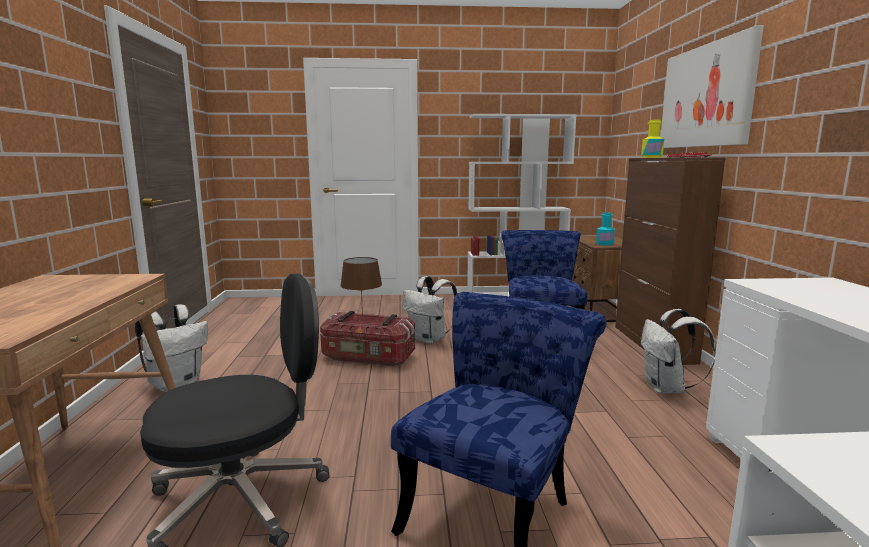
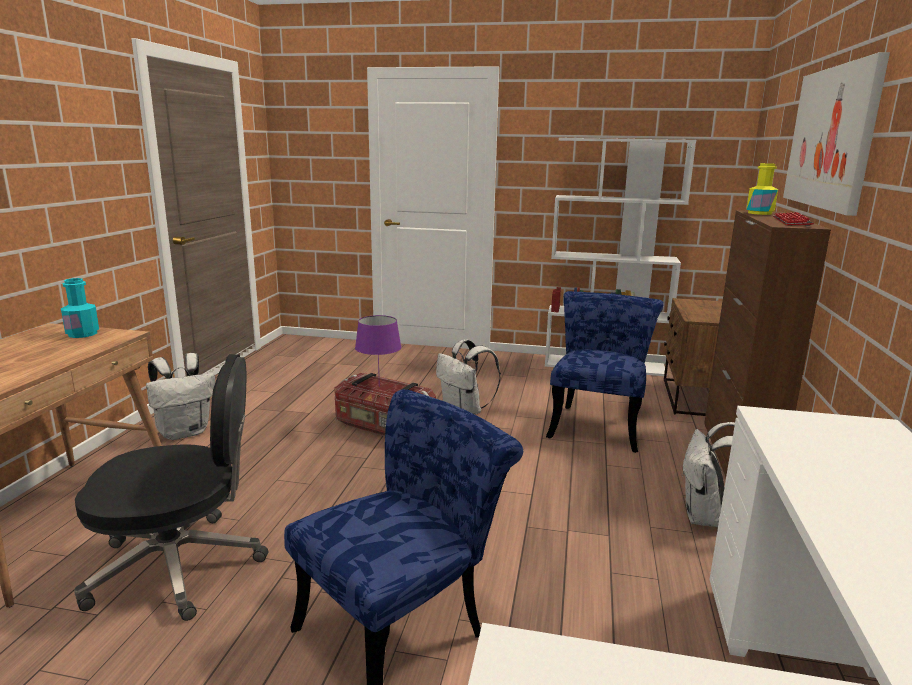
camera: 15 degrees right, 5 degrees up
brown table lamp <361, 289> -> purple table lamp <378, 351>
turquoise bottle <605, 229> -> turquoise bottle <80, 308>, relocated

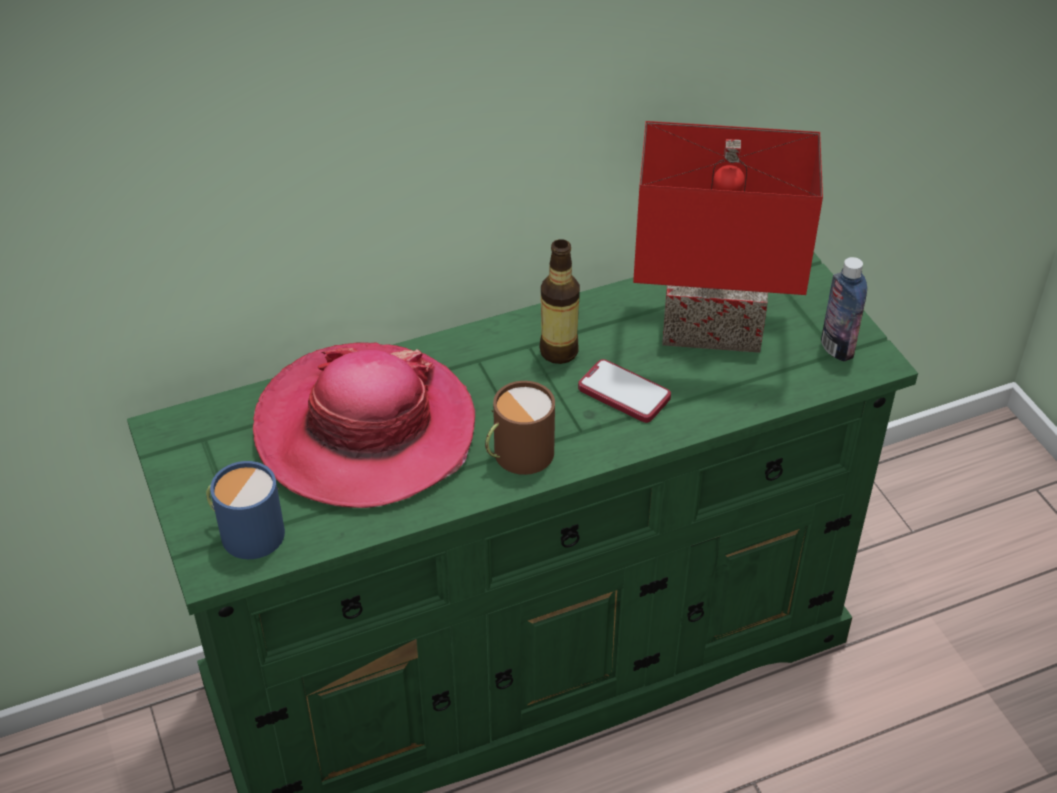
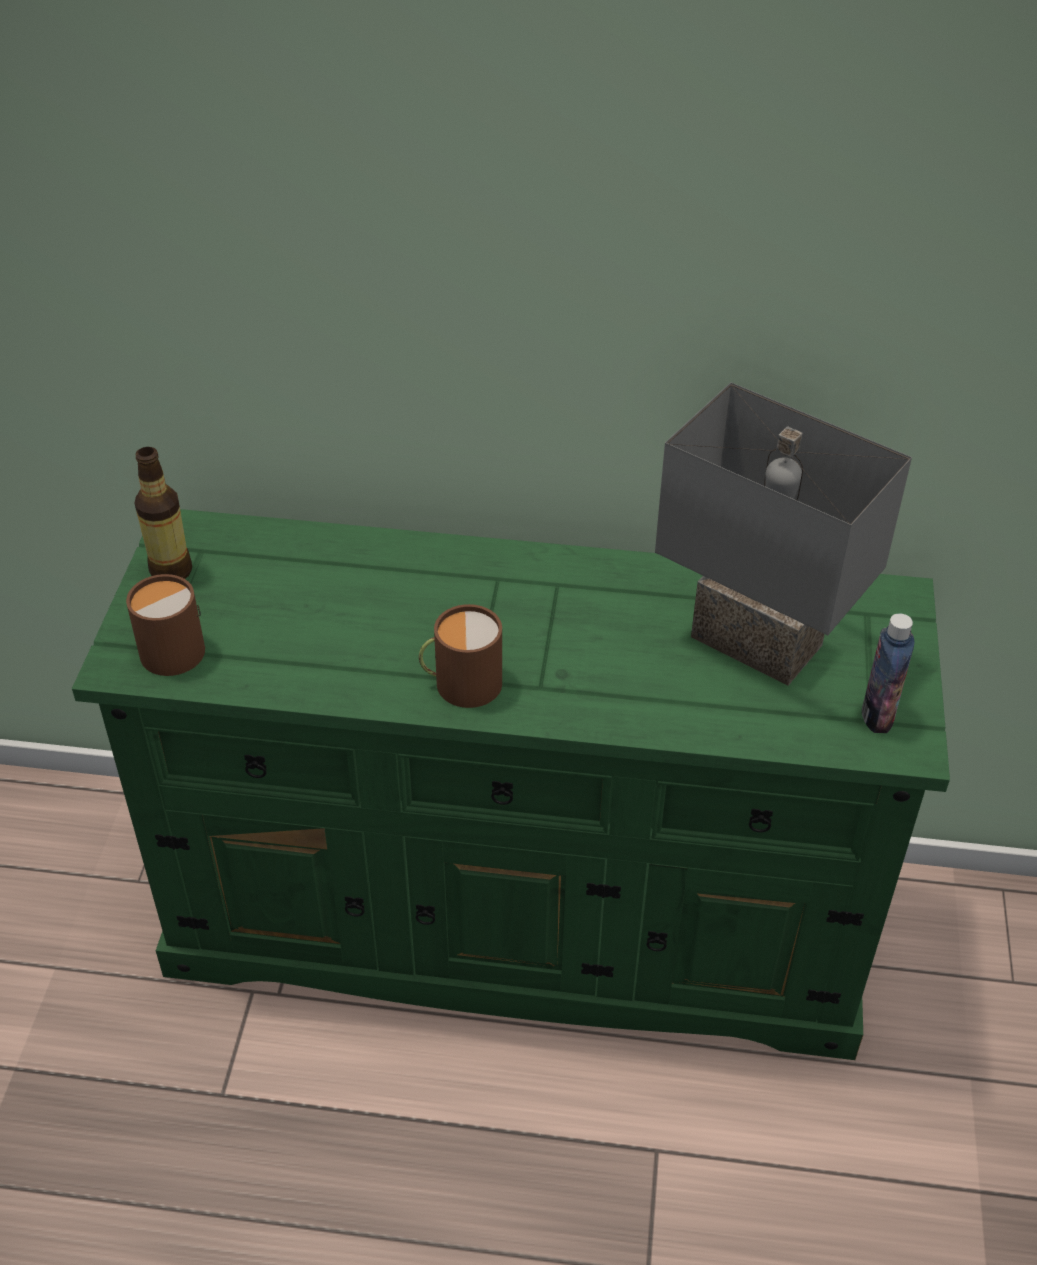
camera: 30 degrees right, 0 degrees up
blue mug <245, 510> -> brown mug <165, 625>
hat <364, 425> -> none
bottle <560, 301> -> bottle <163, 513>, relocated
phone <624, 391> -> none
red table lamp <728, 237> -> grey table lamp <783, 534>

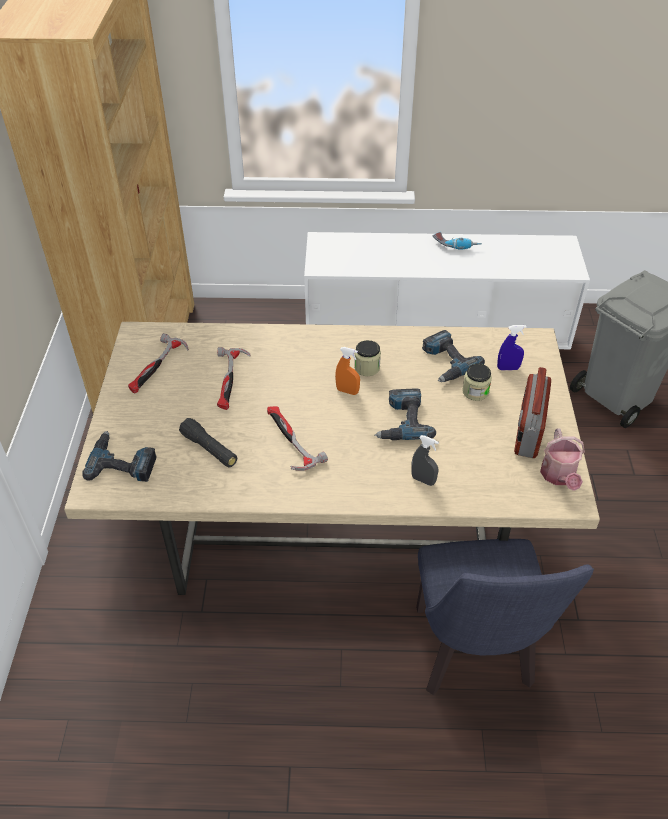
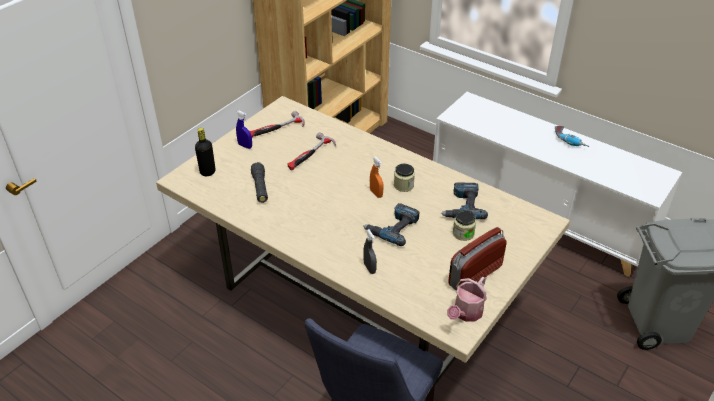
camera: 35 degrees right, 5 degrees down
power drill <119, 456> -> black bottle <205, 152>
hammer <297, 438> -> none
blue spray bottle <512, 347> -> blue spray bottle <244, 130>, relocated

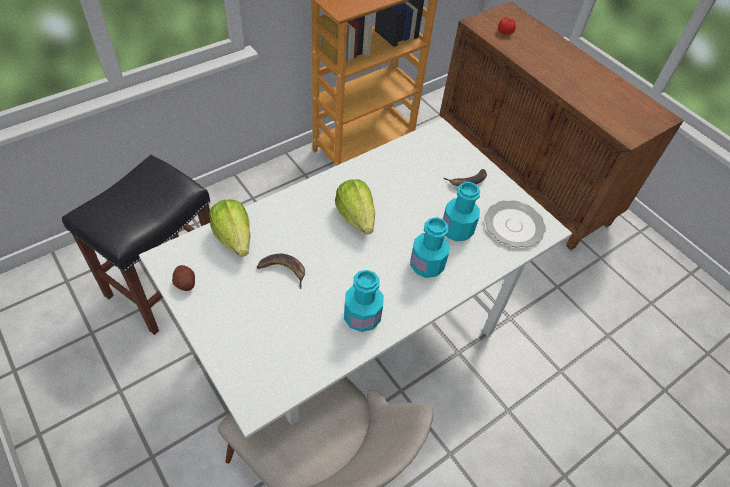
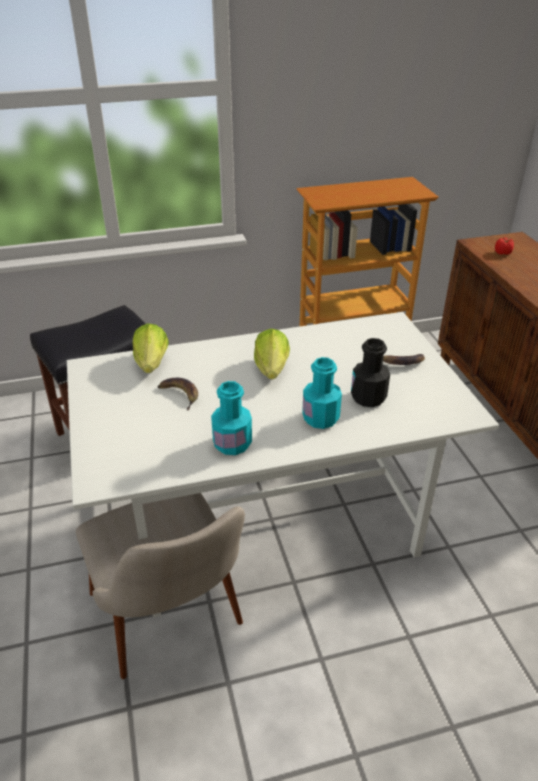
camera: 25 degrees right, 15 degrees down
potato <183, 278> -> none
turquoise bottle <461, 211> -> black bottle <370, 372>
plate <515, 224> -> none

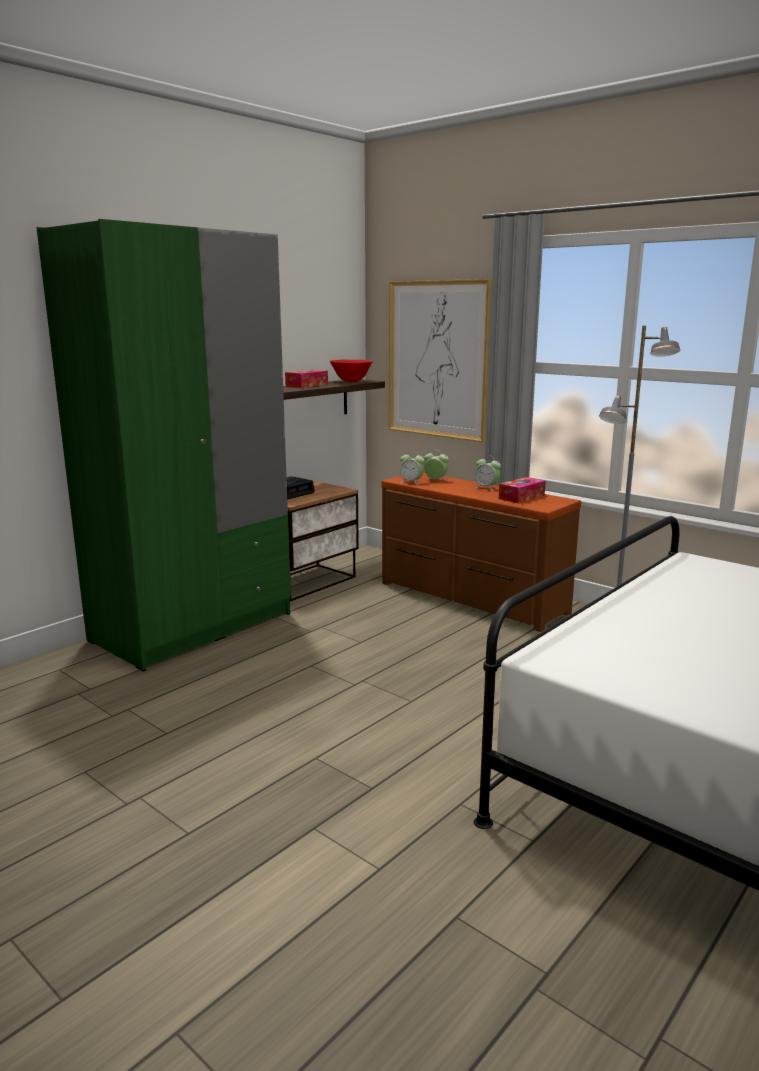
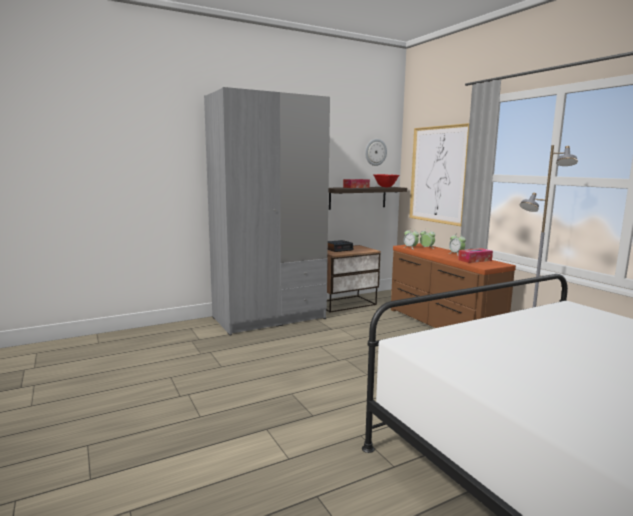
camera: 20 degrees right, 5 degrees down
green wardrobe <163, 445> -> grey wardrobe <267, 211>
none -> wall clock <376, 152>

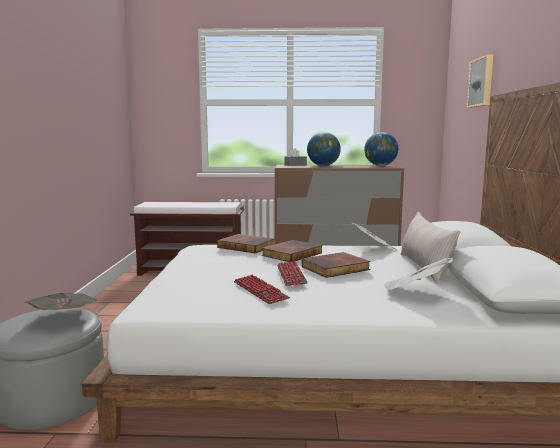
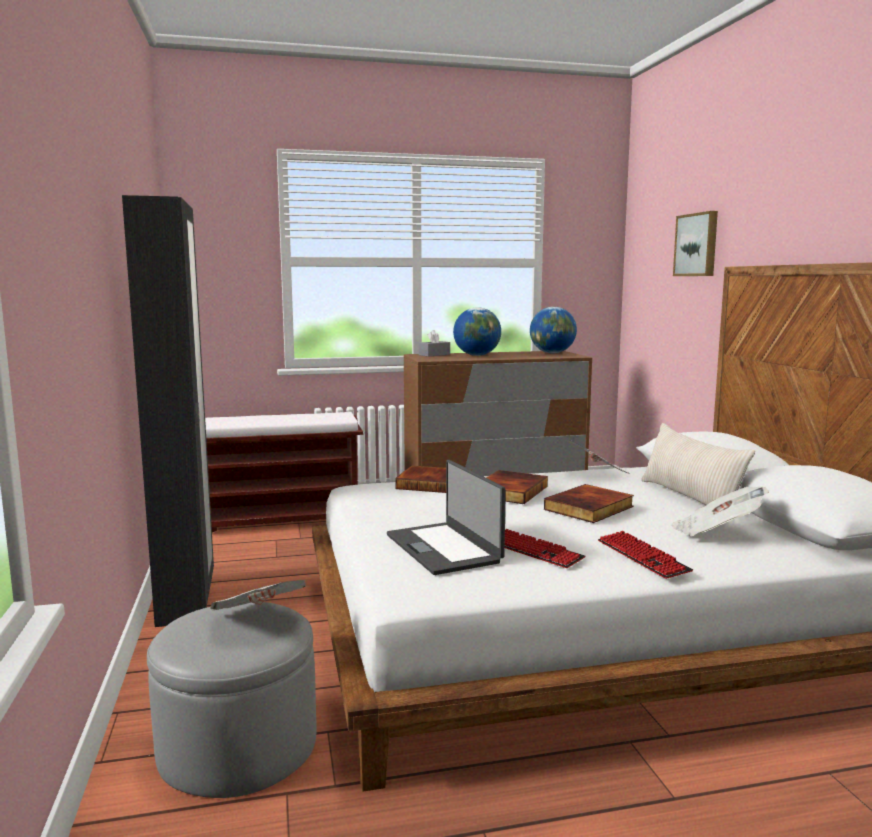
camera: 15 degrees left, 0 degrees up
keyboard <292, 273> -> keyboard <645, 555>, relocated
none -> black wardrobe <168, 411>
none -> laptop <446, 517>

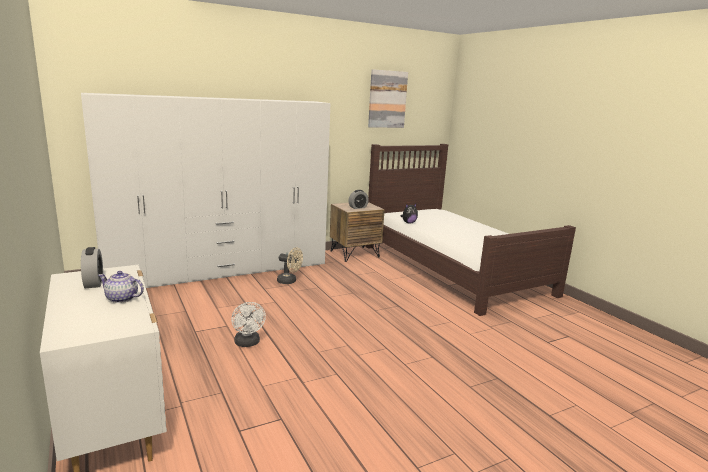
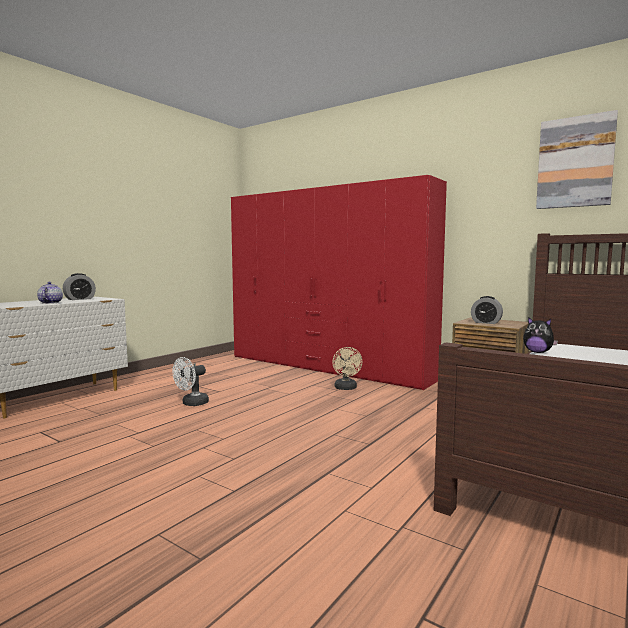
camera: 65 degrees right, 10 degrees down
white wardrobe <205, 190> -> red wardrobe <339, 282>

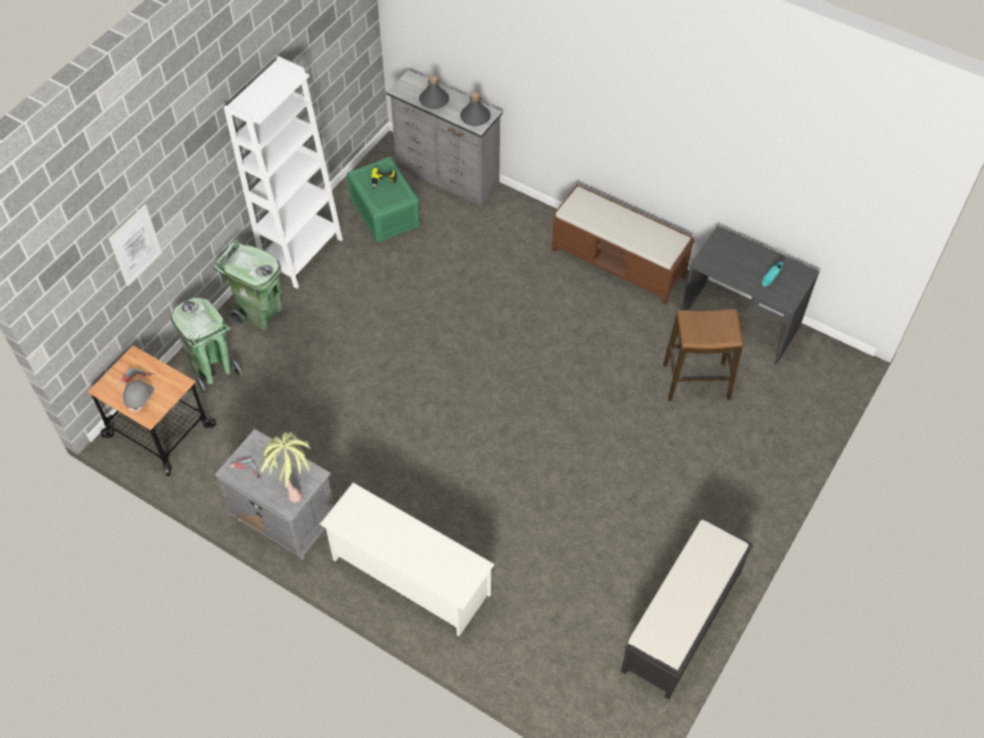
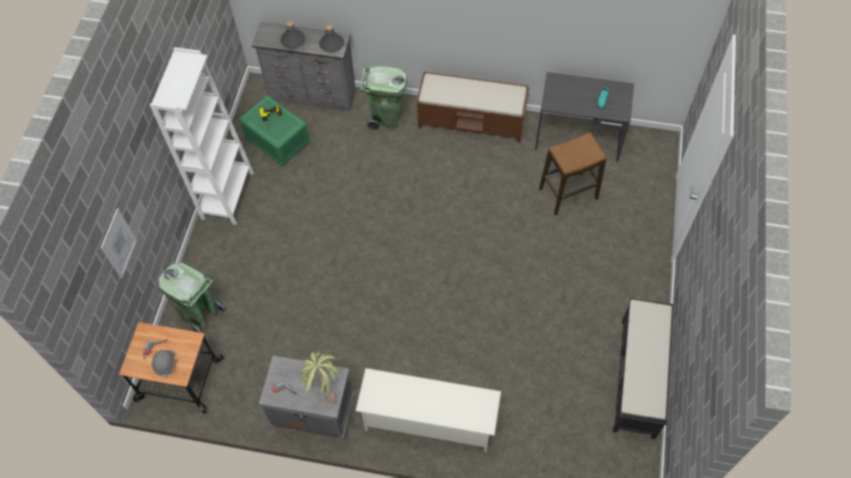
camera: 20 degrees left, 5 degrees up
green trash can <248, 285> -> green trash can <383, 98>, relocated

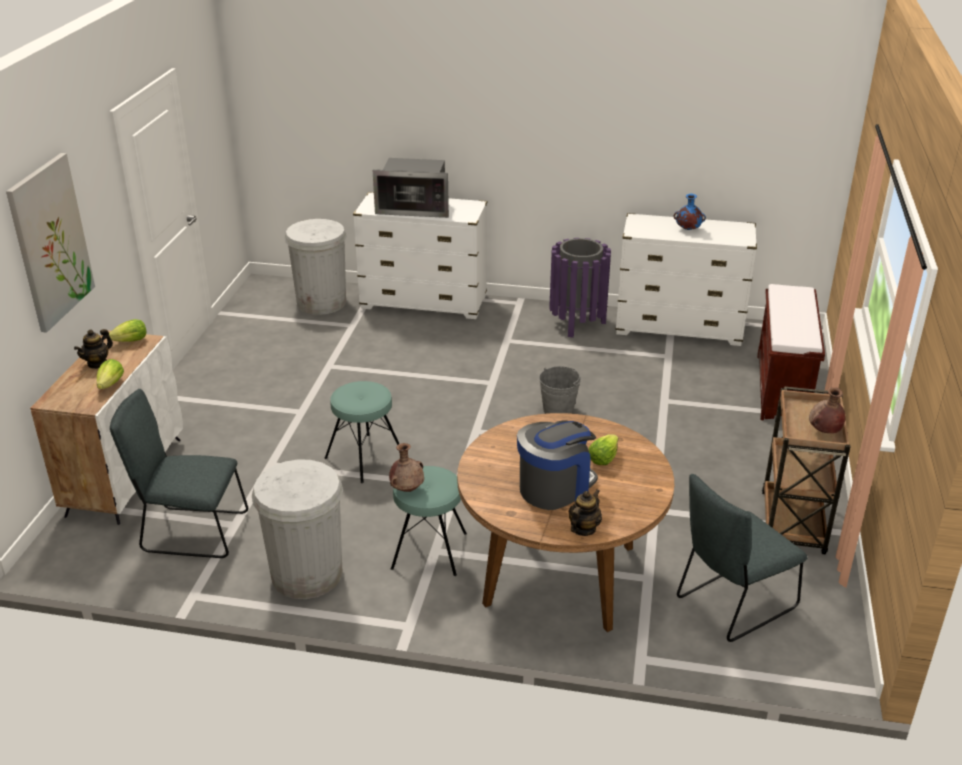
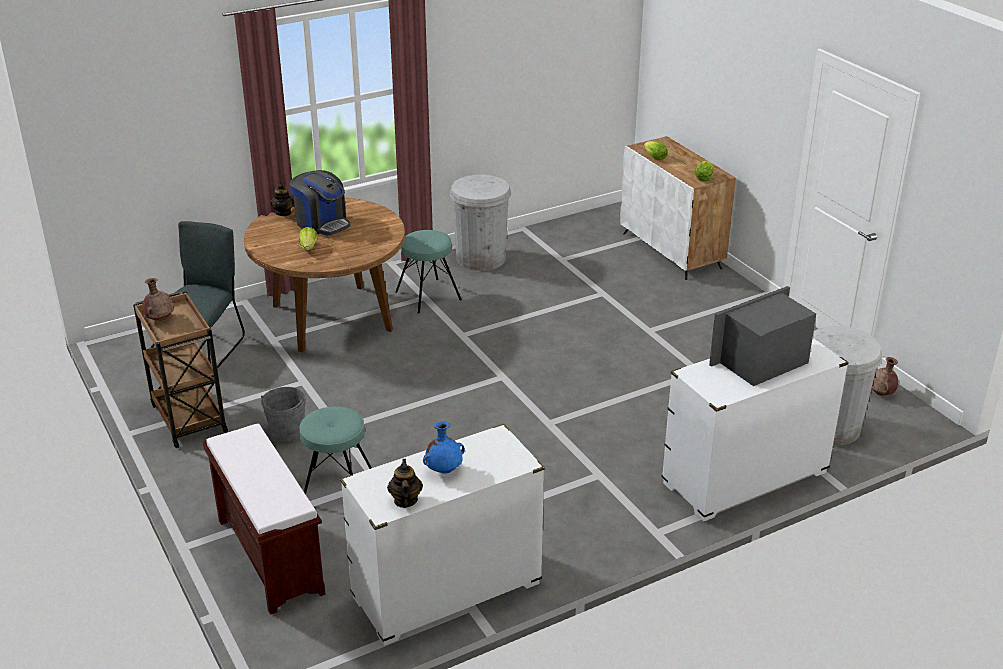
camera: 140 degrees right, 0 degrees up
picture <50, 243> -> none
teapot <93, 349> -> teapot <405, 483>, relocated
grey chair <179, 473> -> none
turquoise stool <361, 432> -> turquoise stool <335, 450>, relocated
brown vase <406, 467> -> brown vase <885, 376>, relocated
coffee machine <557, 465> -> coffee machine <320, 203>, 60 degrees counterclockwise
grey bucket <560, 390> -> grey bucket <283, 414>, relocated
purple trash can <580, 288> -> none

